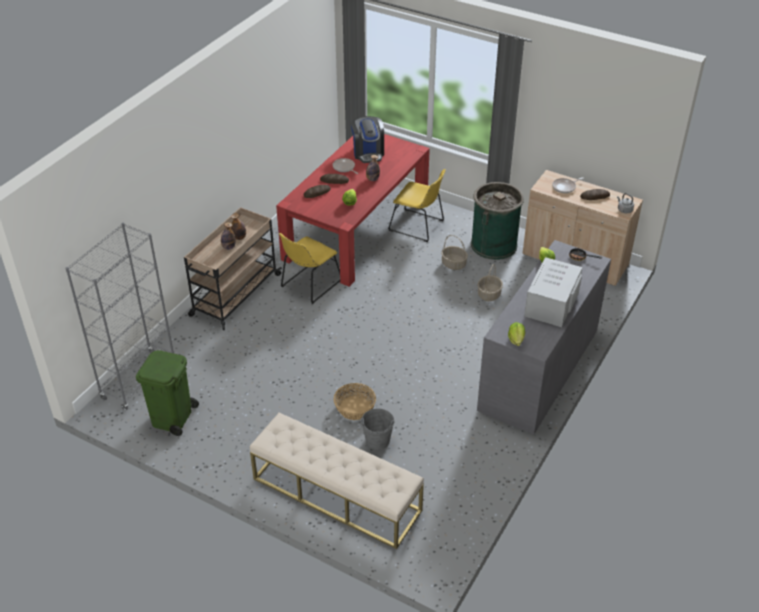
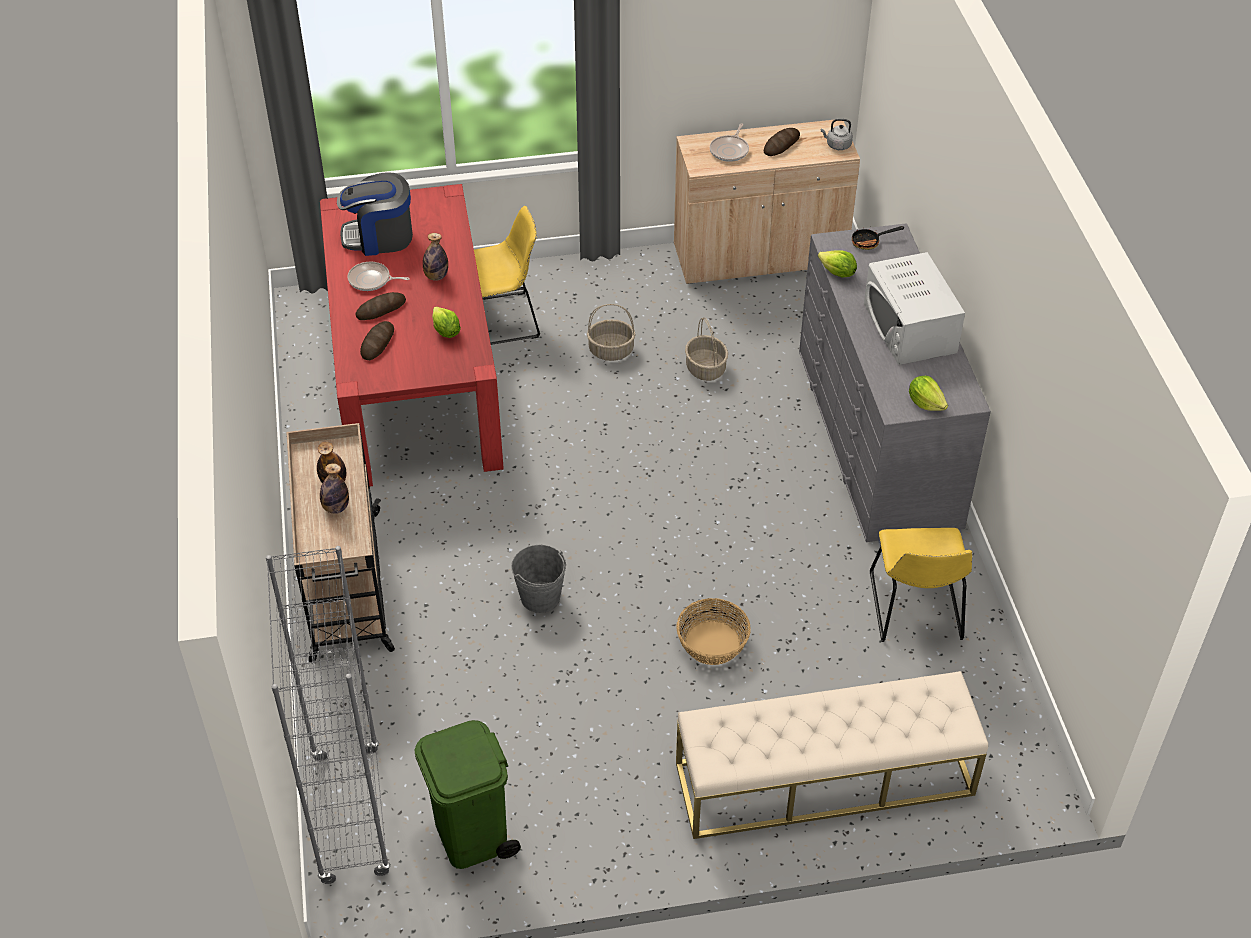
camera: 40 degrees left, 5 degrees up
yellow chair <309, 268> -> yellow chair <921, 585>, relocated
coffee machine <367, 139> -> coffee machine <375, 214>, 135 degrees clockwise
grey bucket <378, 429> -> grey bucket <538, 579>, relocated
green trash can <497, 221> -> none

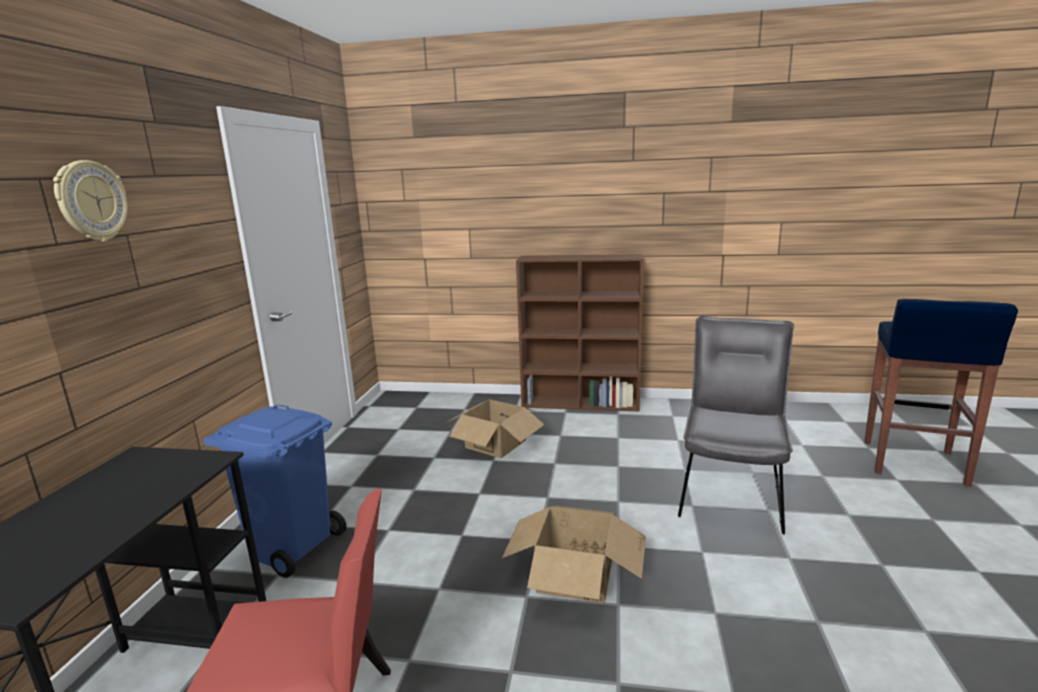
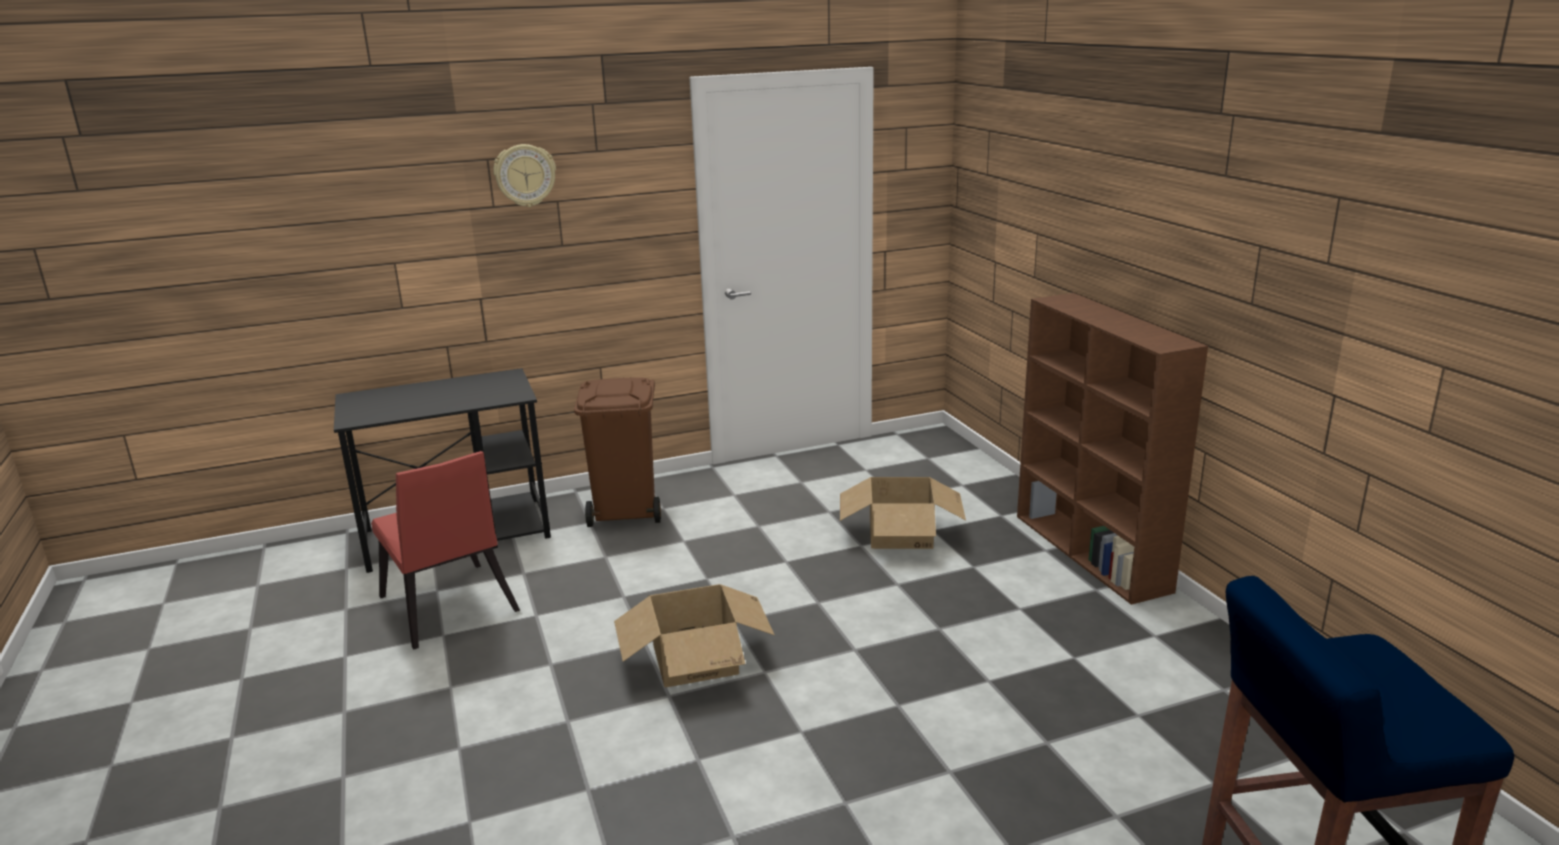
camera: 60 degrees right, 5 degrees up
blue trash can <275, 491> -> brown trash can <617, 452>
grey chair <736, 425> -> none

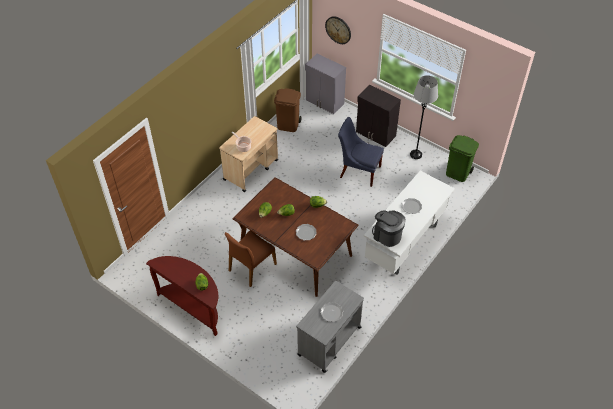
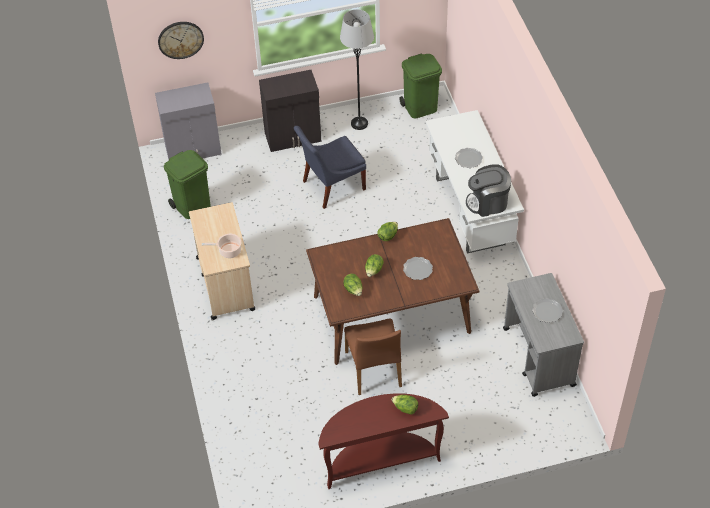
camera: 50 degrees left, 0 degrees up
brown trash can <288, 110> -> green trash can <187, 184>

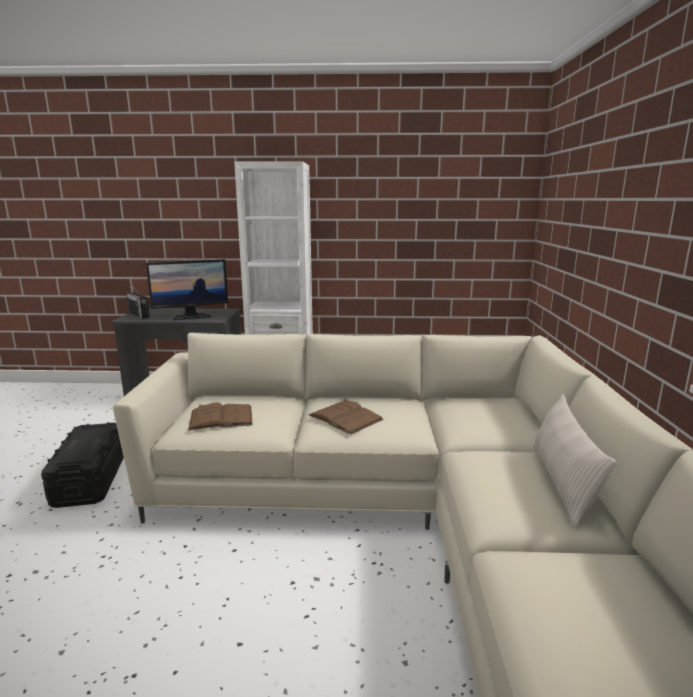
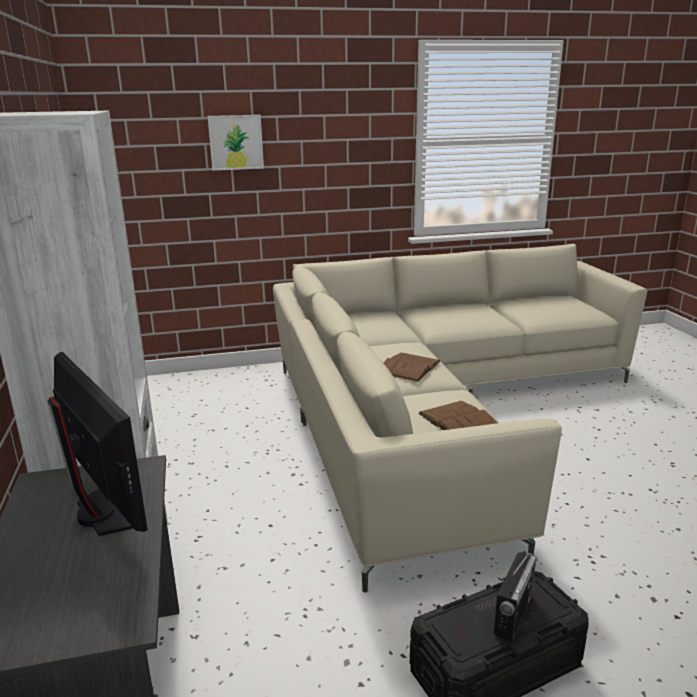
camera: 105 degrees left, 5 degrees up
radio <138, 302> -> radio <515, 597>, relocated
beige pillow <574, 461> -> none
none -> picture <236, 143>

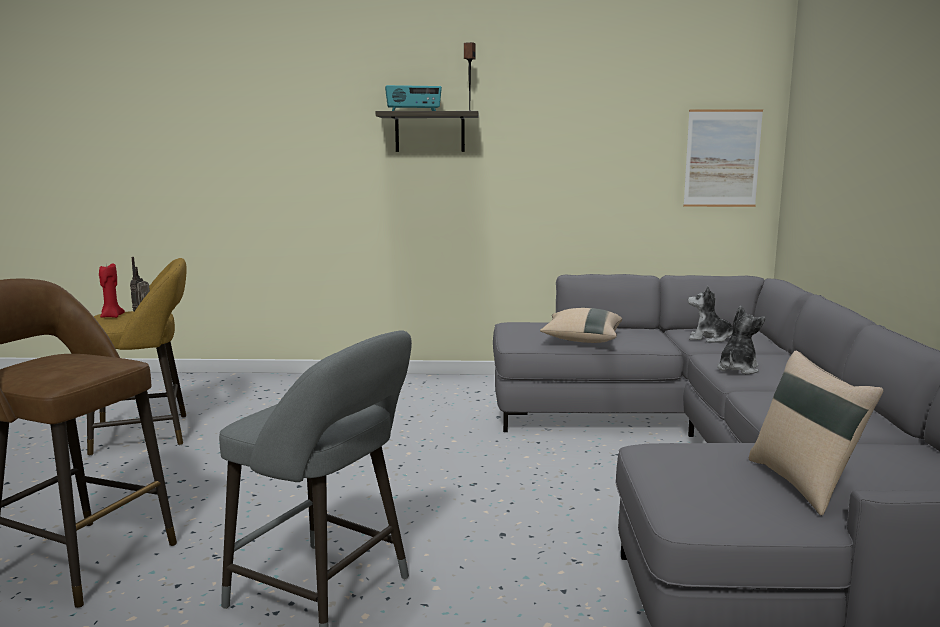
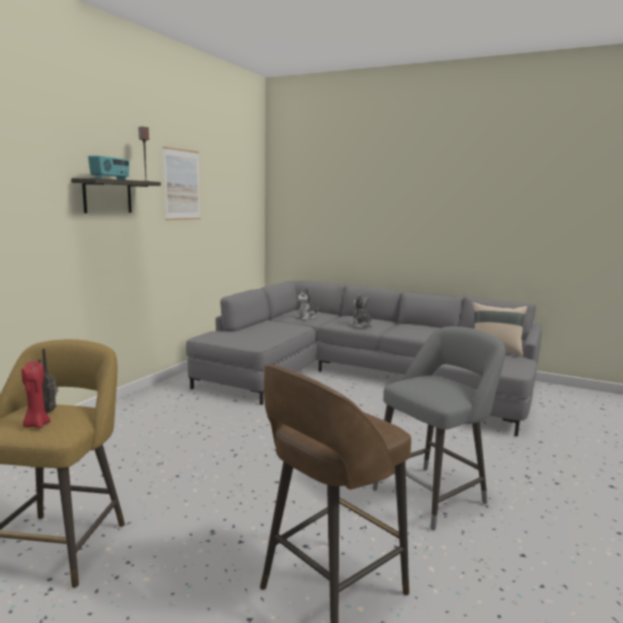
camera: 65 degrees left, 0 degrees up
beige pillow <581, 325> -> none
picture <723, 158> -> picture <181, 183>, relocated

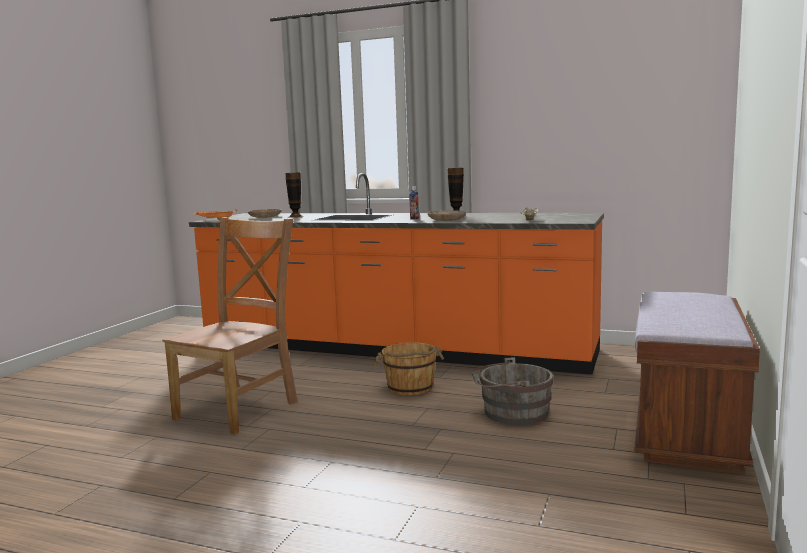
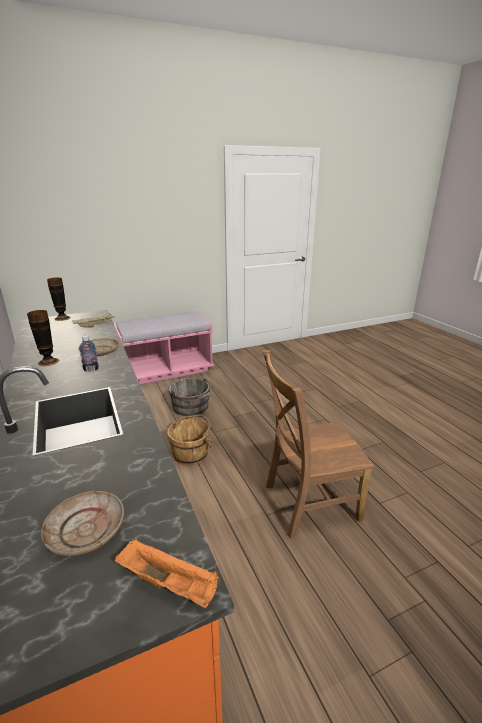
camera: 135 degrees left, 15 degrees up
vase <294, 195> -> vase <59, 299>, relocated
brown bench <697, 383> -> pink bench <164, 347>

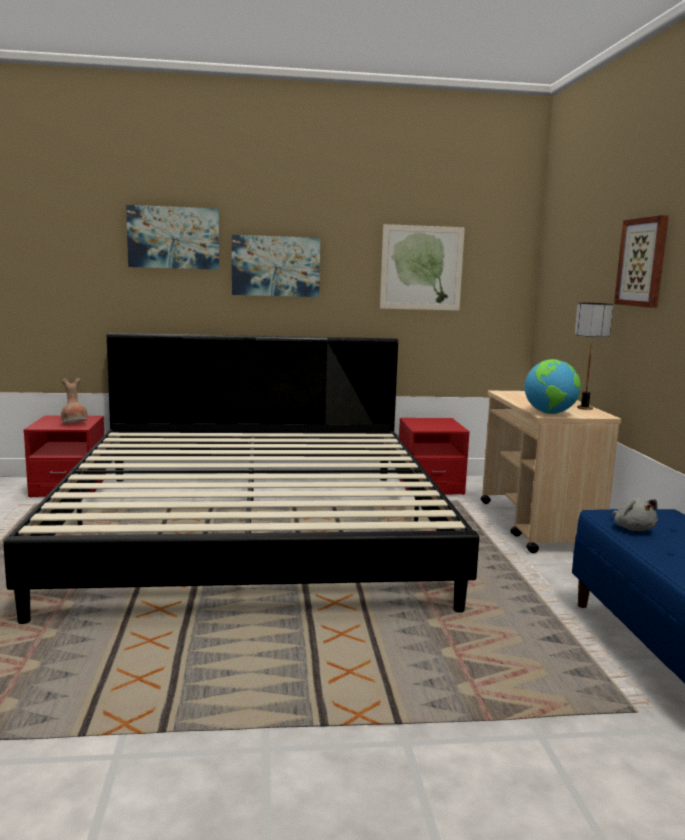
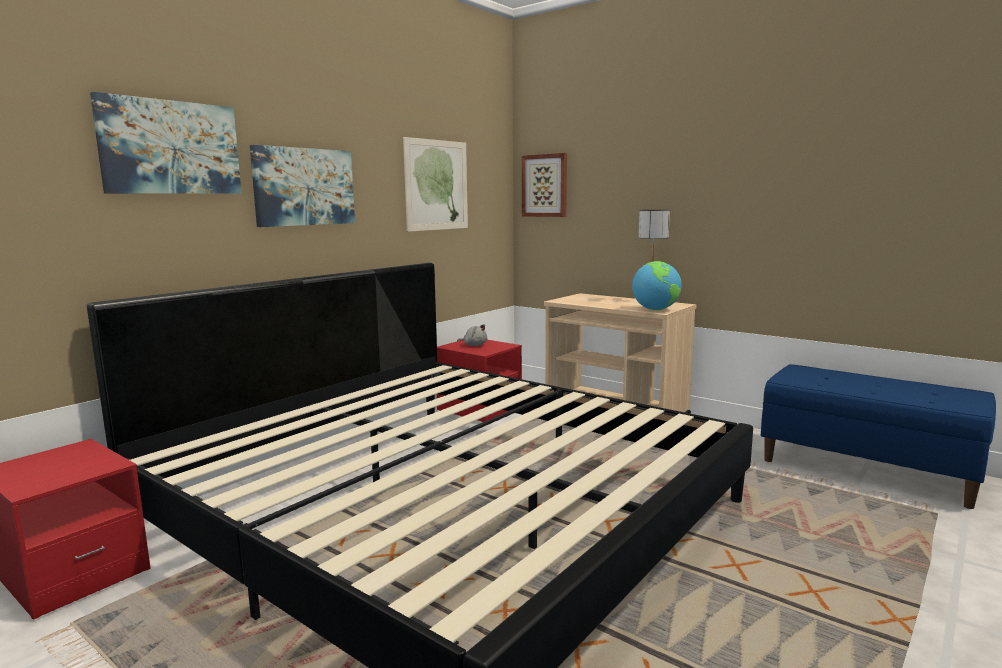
camera: 45 degrees left, 0 degrees up
brown vase <74, 400> -> none
grey plush toy <635, 514> -> grey plush toy <472, 335>, relocated
picture <641, 261> -> picture <544, 185>, relocated

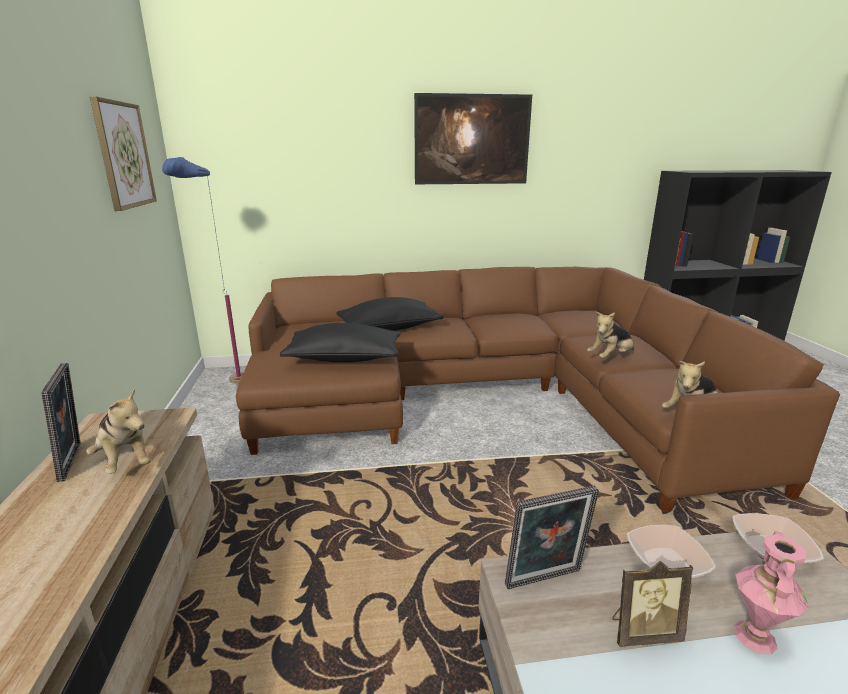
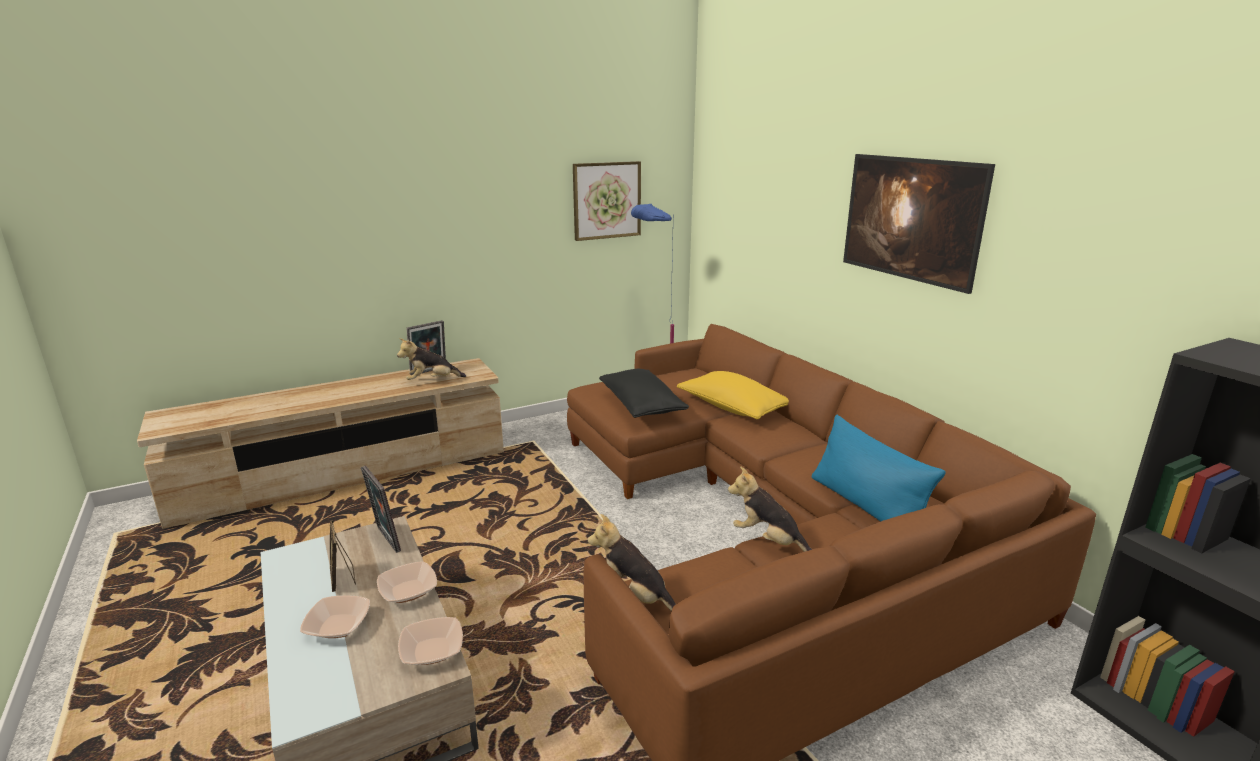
camera: 70 degrees right, 0 degrees up
plush toy <118, 431> -> plush toy <431, 359>, 45 degrees clockwise
black pillow <389, 314> -> yellow pillow <733, 395>
pink vase <771, 592> -> bowl <335, 616>
none -> blue pillow <879, 468>

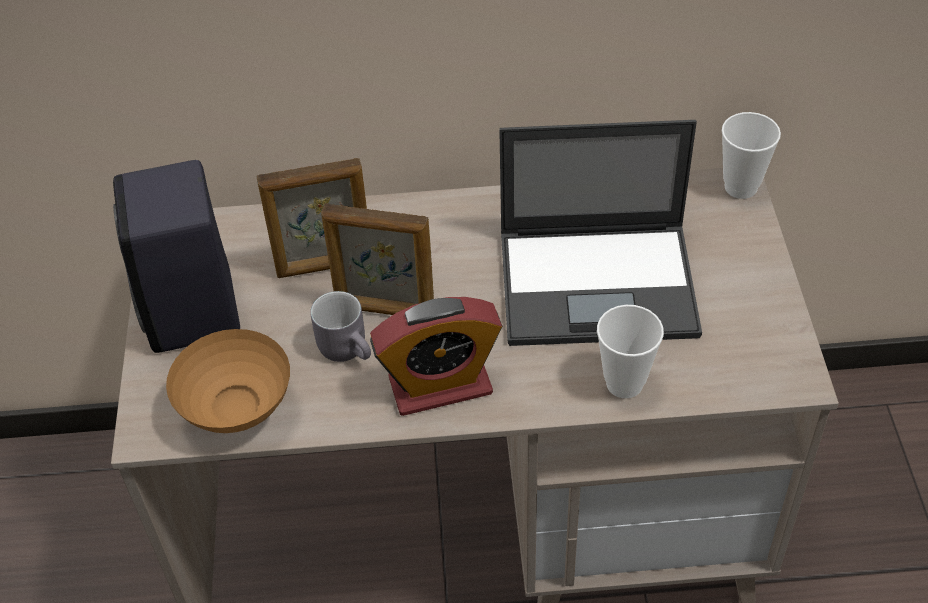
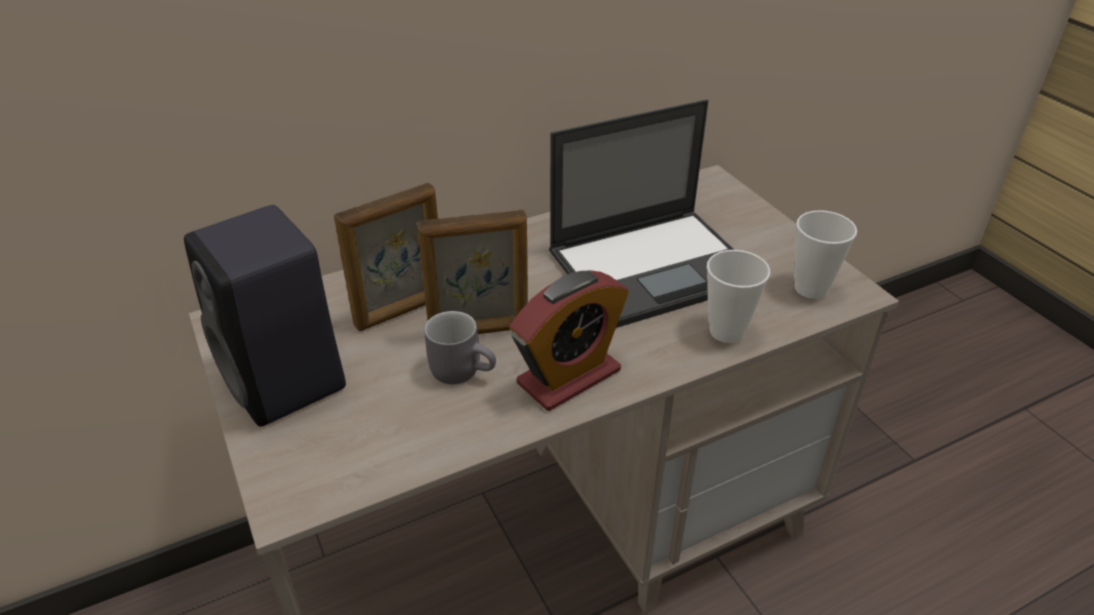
camera: 25 degrees left, 10 degrees down
brown bowl <228, 381> -> none
cup <751, 155> -> cup <825, 254>, relocated

